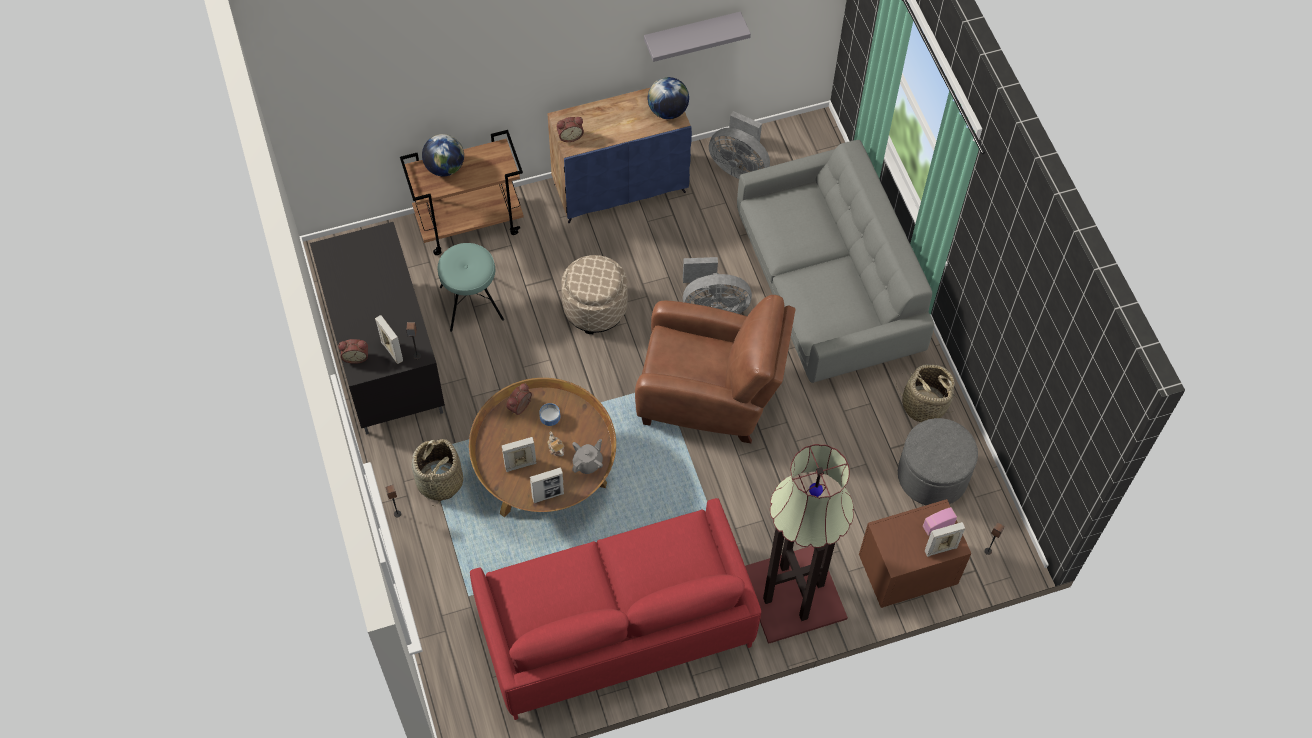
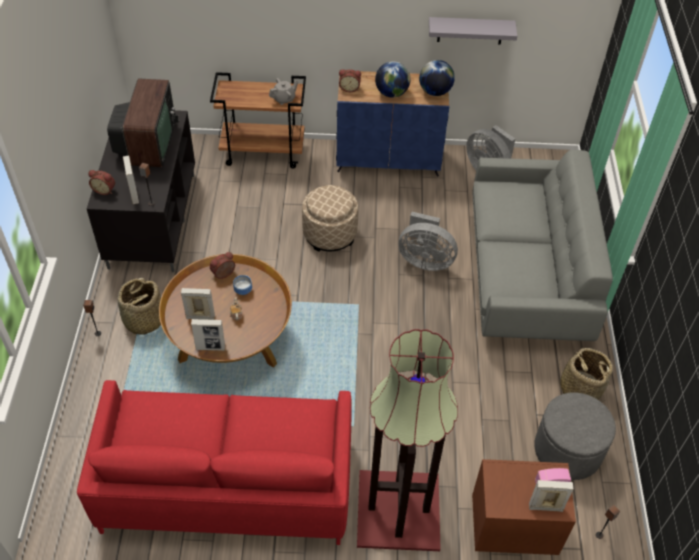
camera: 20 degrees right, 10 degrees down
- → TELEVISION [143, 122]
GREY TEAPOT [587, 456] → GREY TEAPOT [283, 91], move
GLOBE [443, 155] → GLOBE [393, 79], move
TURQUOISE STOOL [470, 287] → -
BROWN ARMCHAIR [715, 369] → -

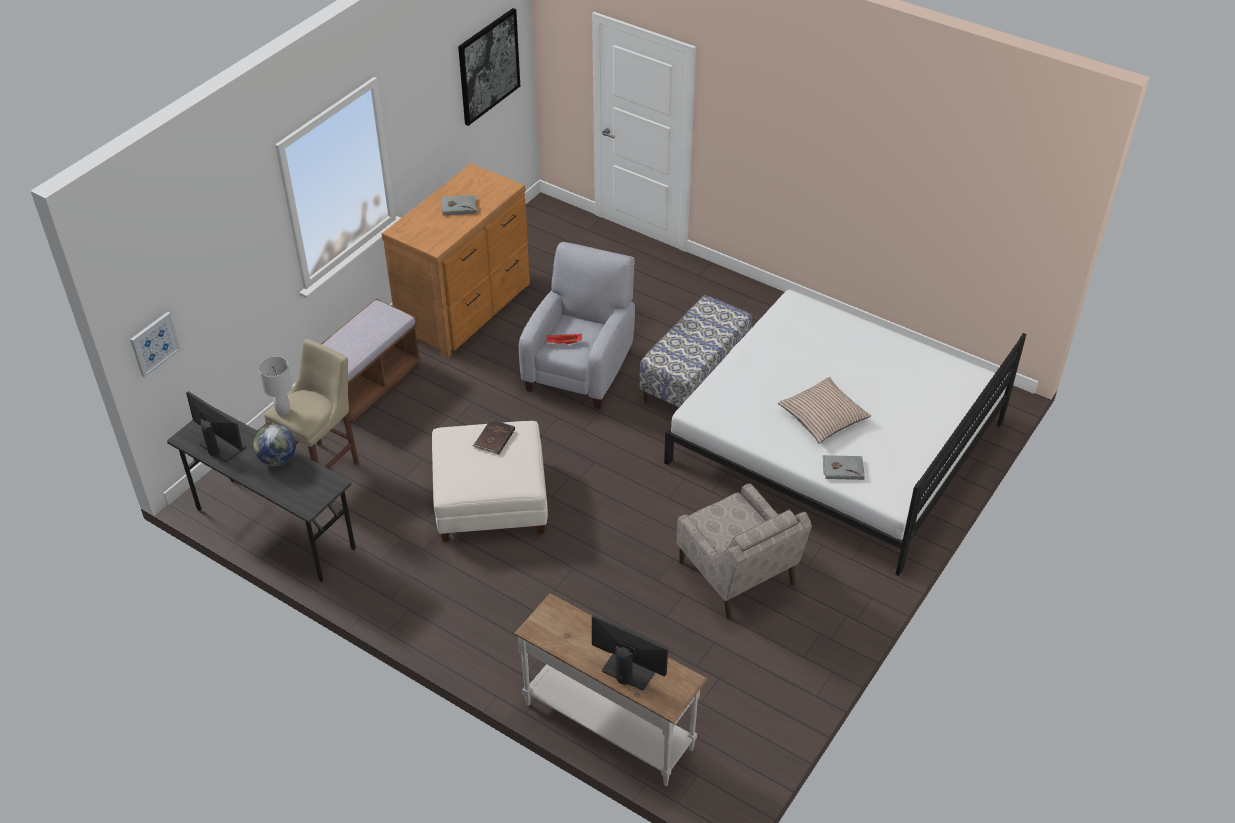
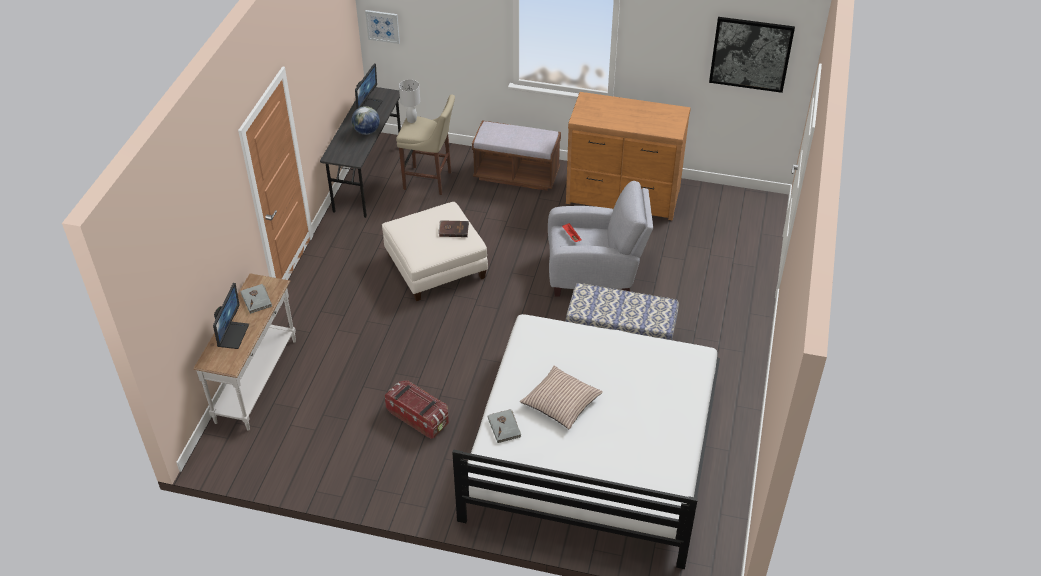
camera: 70 degrees right, 0 degrees up
GREY BOOK [459, 205] → GREY BOOK [256, 299], move
BEIGE ARMCHAIR [744, 551] → STORAGE BOX [417, 410]

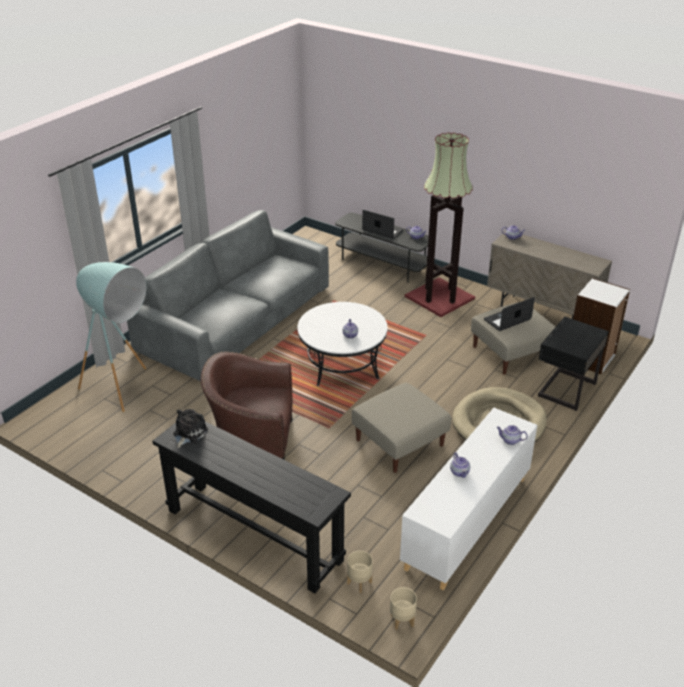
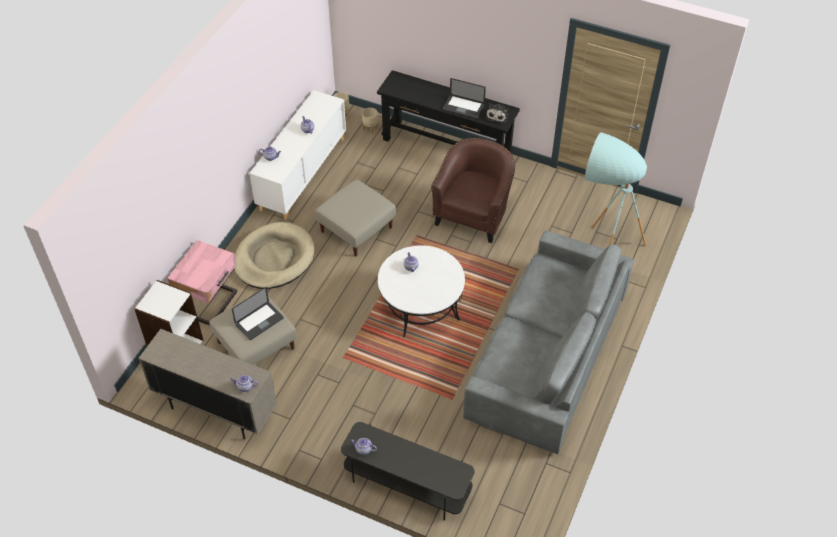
camera: 170 degrees right, 15 degrees up
BLACK NIGHTSTAND [573, 364] → PINK NIGHTSTAND [202, 283]
BROWN ARMCHAIR [247, 405] → BROWN ARMCHAIR [473, 190], 60 degrees counterclockwise
LAPTOP [382, 224] → LAPTOP [464, 98], move
FLOOR LAMP [440, 224] → -

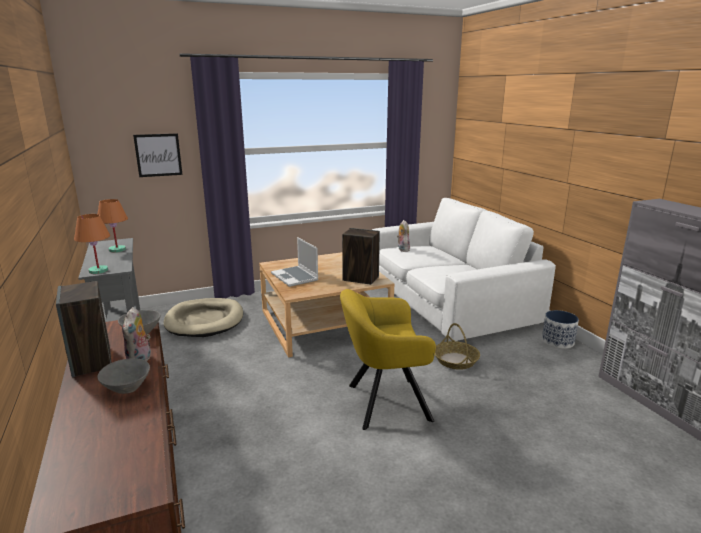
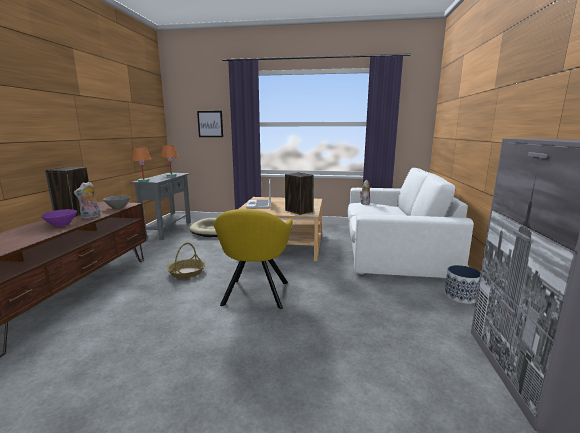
camera: 30 degrees right, 5 degrees down
GREY BOWL [124, 376] → PURPLE BOWL [59, 218]
BASKET [457, 346] → BASKET [186, 261], move
YELLOW ARMCHAIR [388, 359] → YELLOW ARMCHAIR [253, 259], 105 degrees counterclockwise

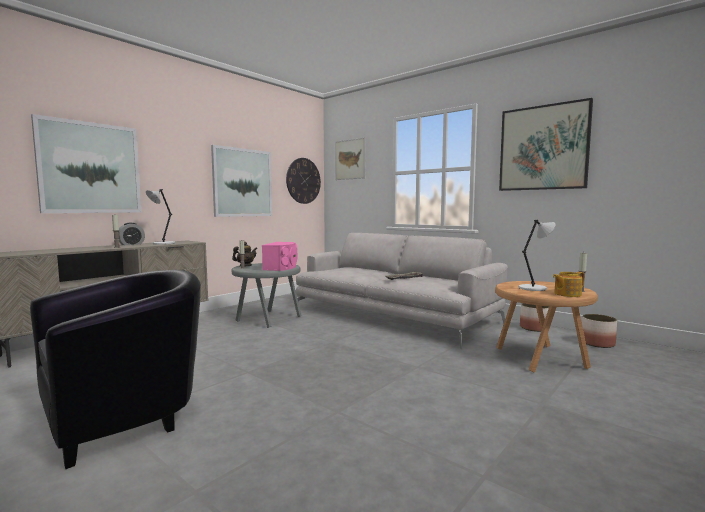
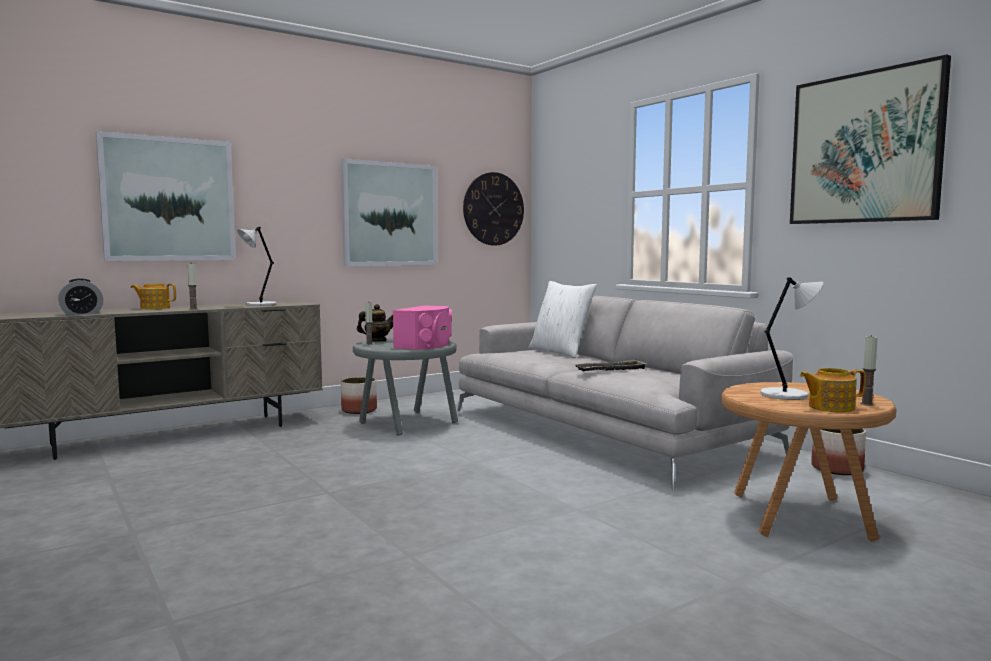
camera: 15 degrees right, 0 degrees up
ALARM CLOCK [132, 234] → ALARM CLOCK [80, 296], move
- → TEAPOT [153, 296]
PLANTER [599, 331] → PLANTER [359, 395], move
- → WHITE PILLOW [563, 319]
BLACK ARMCHAIR [115, 369] → -
PICTURE [350, 158] → -

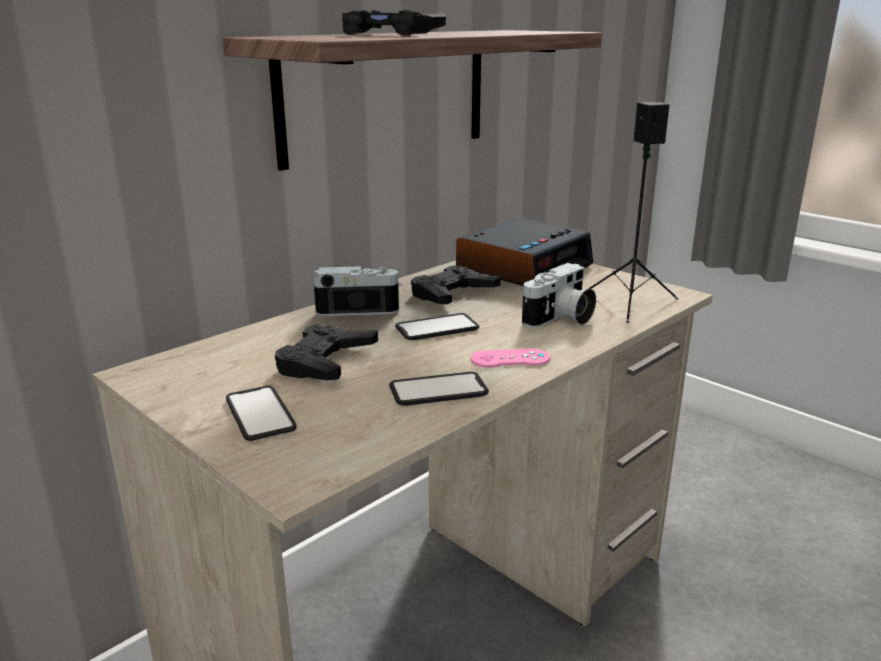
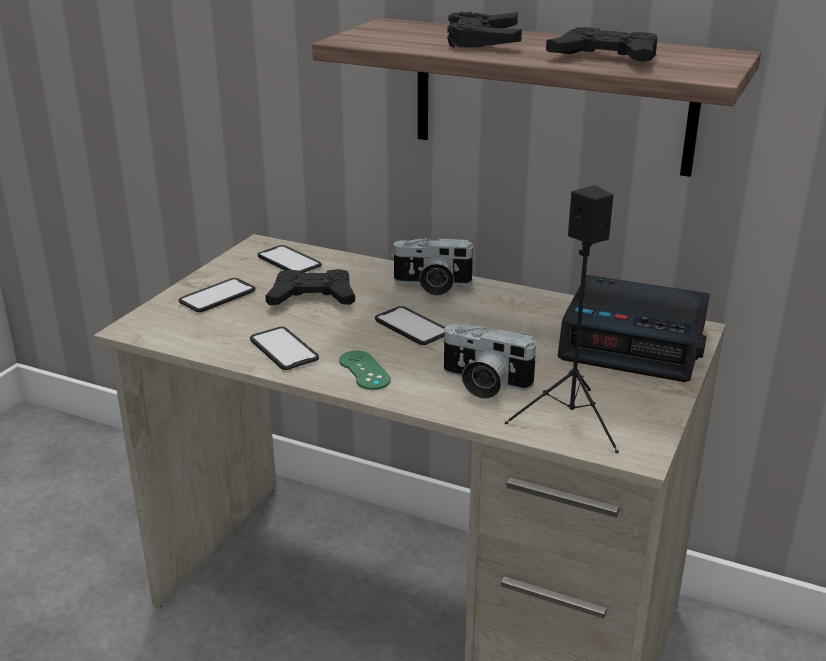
camera: 70 degrees right, 5 degrees up
- → PHONE [289, 259]
PINK GAME CONTROLLER [510, 358] → GREEN GAME CONTROLLER [365, 370]
PHOTO CAMERA [356, 291] → PHOTO CAMERA [433, 267], 120 degrees clockwise
BLACK GAME CONTROLLER [456, 284] → BLACK GAME CONTROLLER [602, 44], move

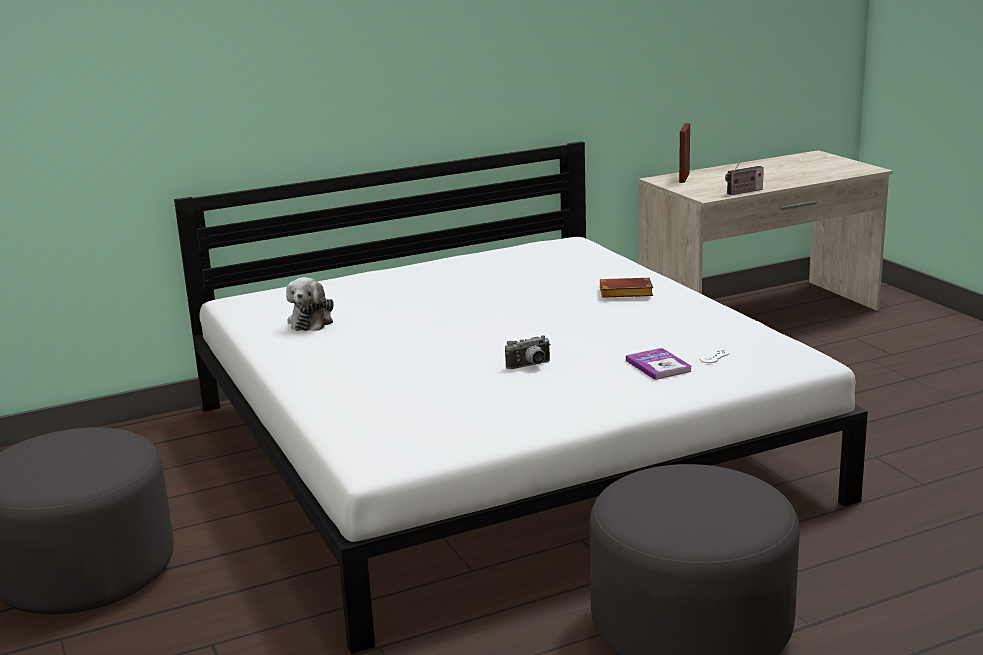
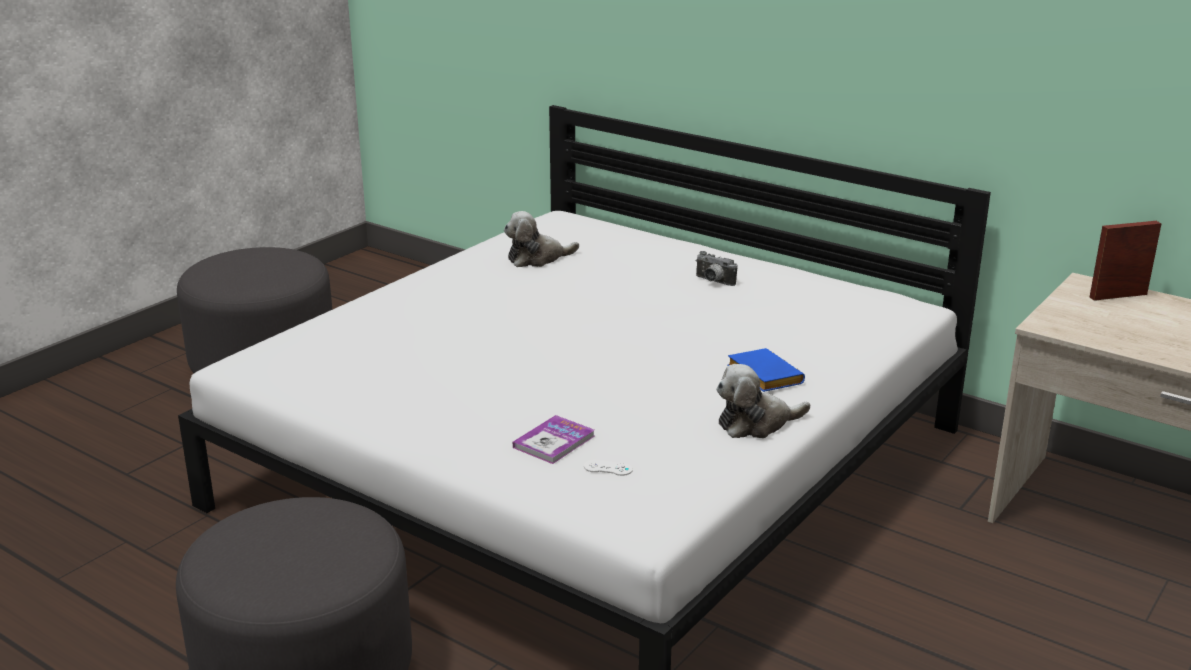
camera: 60 degrees right, 5 degrees up
PHOTO CAMERA [528, 352] → PHOTO CAMERA [717, 268], move
- → PLUSH TOY [763, 401]
BROWN BOOK [626, 288] → BLUE BOOK [766, 370]
RADIO [744, 176] → -

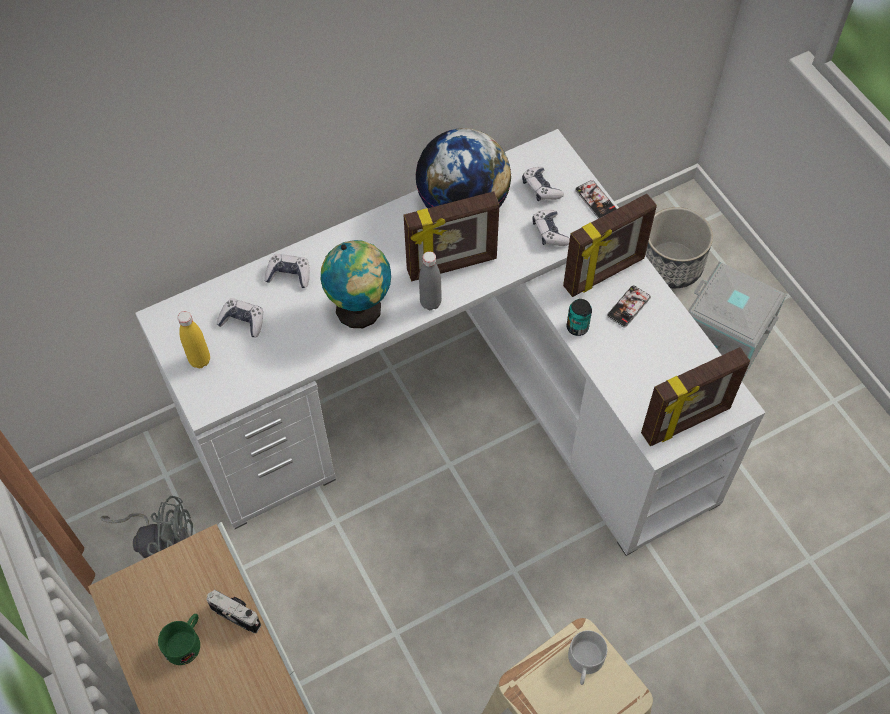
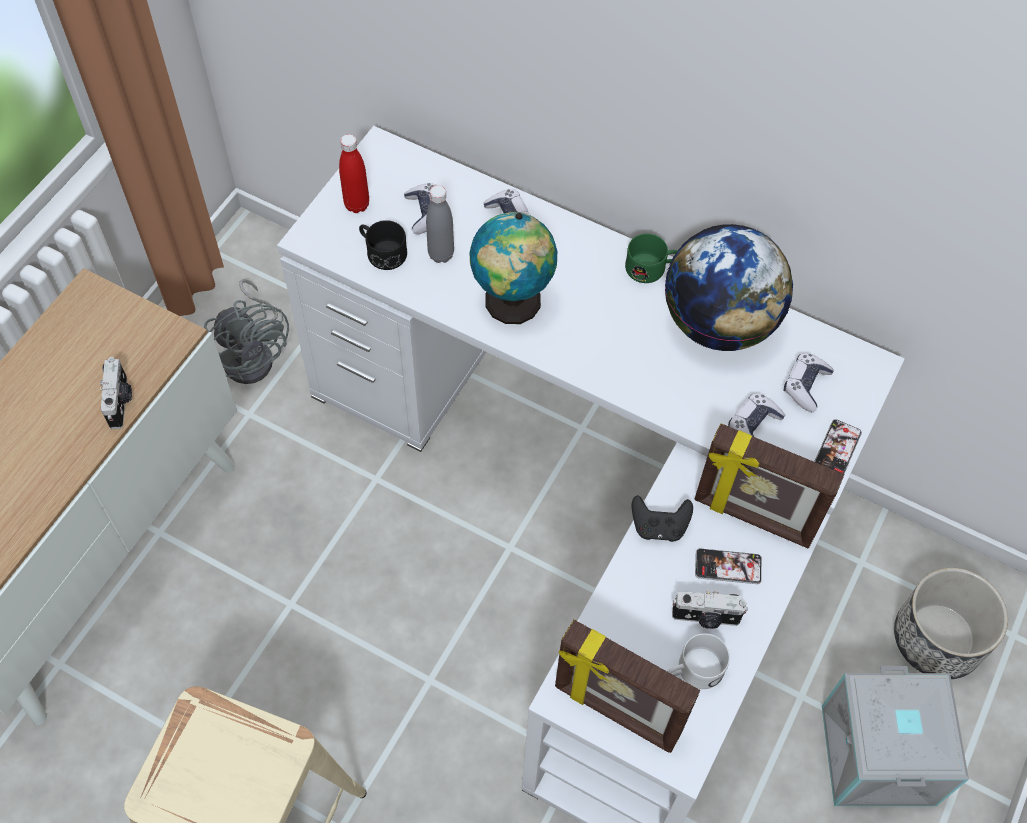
camera: 55 degrees right, 0 degrees up
YELLOW BOTTLE [193, 339] → RED BOTTLE [354, 173]
- → BLACK MUG [383, 245]
GREY BOTTLE [430, 280] → GREY BOTTLE [440, 224], move
GREEN MUG [179, 639] → GREEN MUG [651, 258], move
CAN [579, 317] → BLACK GAME CONTROLLER [662, 518]
WHITE MUG [587, 657] → WHITE MUG [698, 661], move
- → PHOTO CAMERA [710, 610]
PICTURE FRAME [452, 236] → -

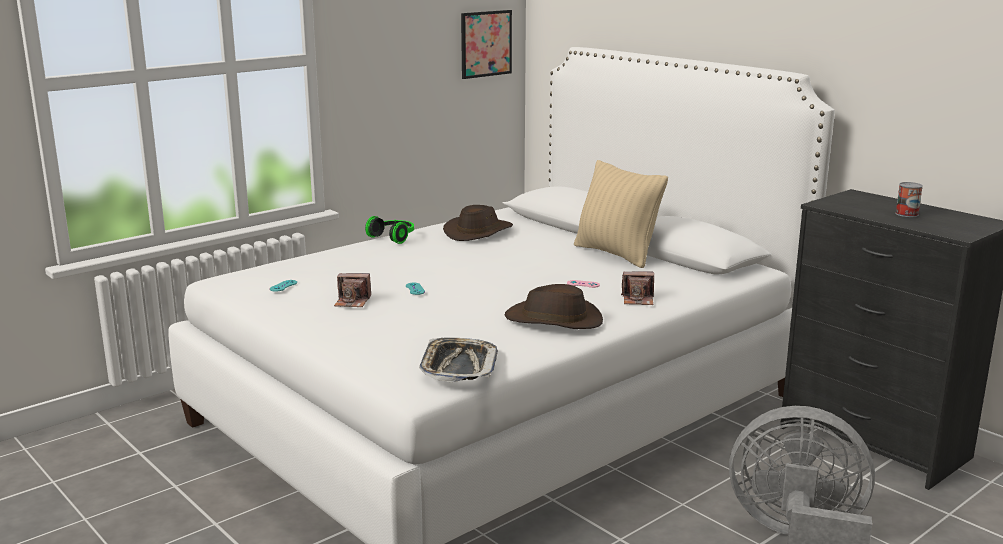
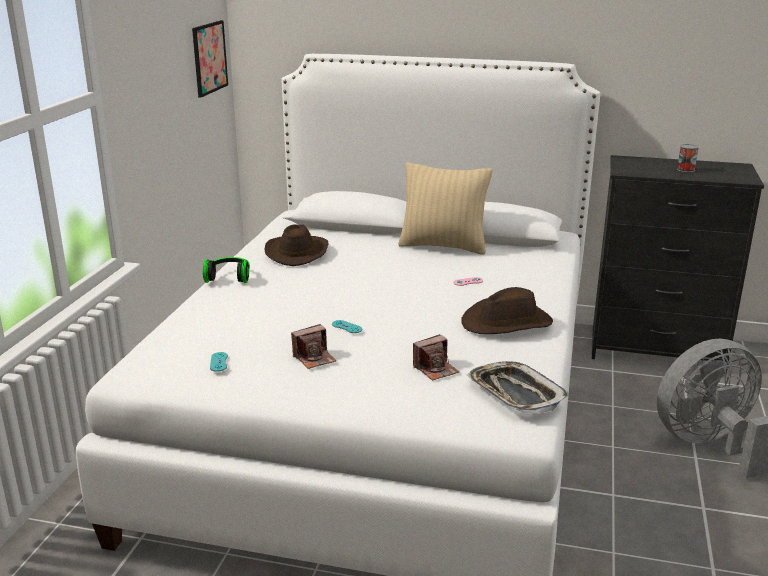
camera: 35 degrees left, 5 degrees up
PHOTO CAMERA [637, 288] → PHOTO CAMERA [436, 357], move

